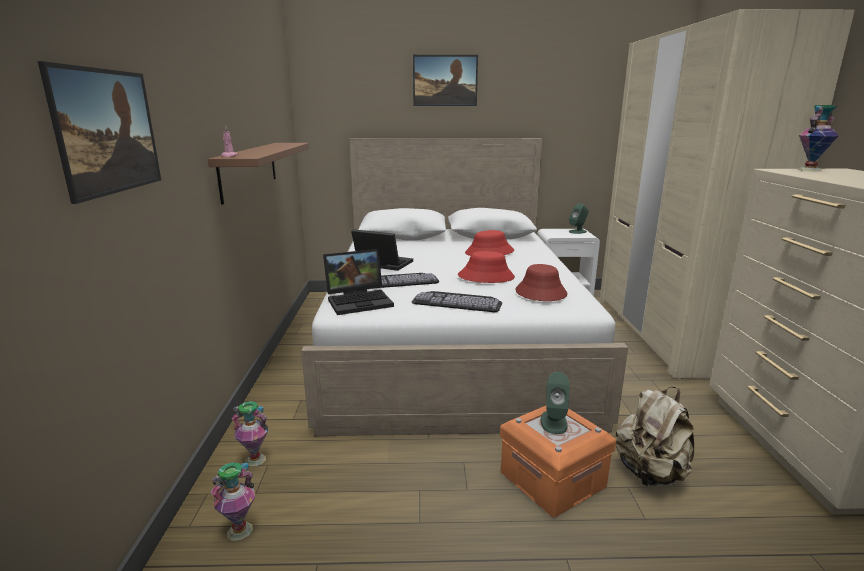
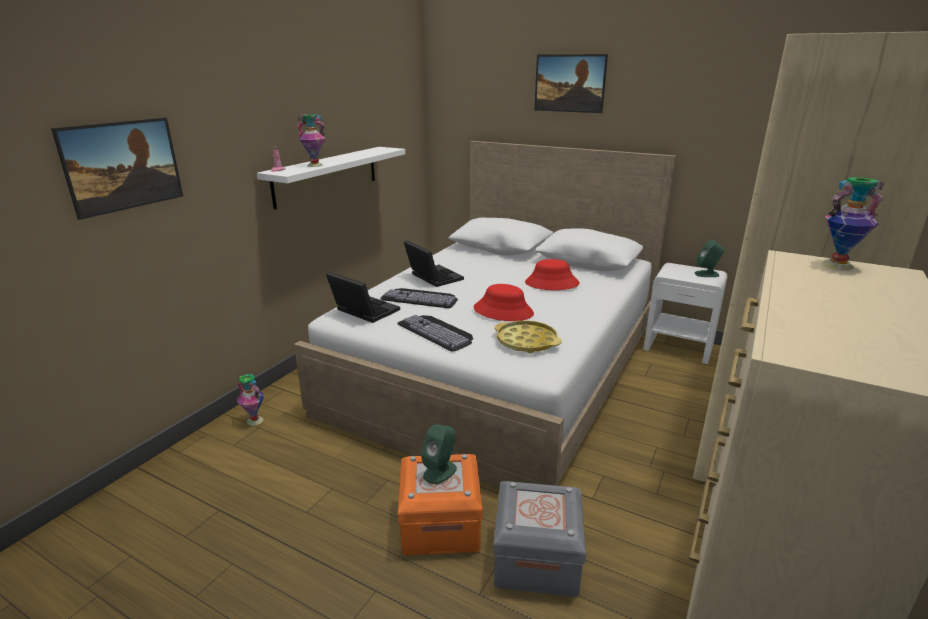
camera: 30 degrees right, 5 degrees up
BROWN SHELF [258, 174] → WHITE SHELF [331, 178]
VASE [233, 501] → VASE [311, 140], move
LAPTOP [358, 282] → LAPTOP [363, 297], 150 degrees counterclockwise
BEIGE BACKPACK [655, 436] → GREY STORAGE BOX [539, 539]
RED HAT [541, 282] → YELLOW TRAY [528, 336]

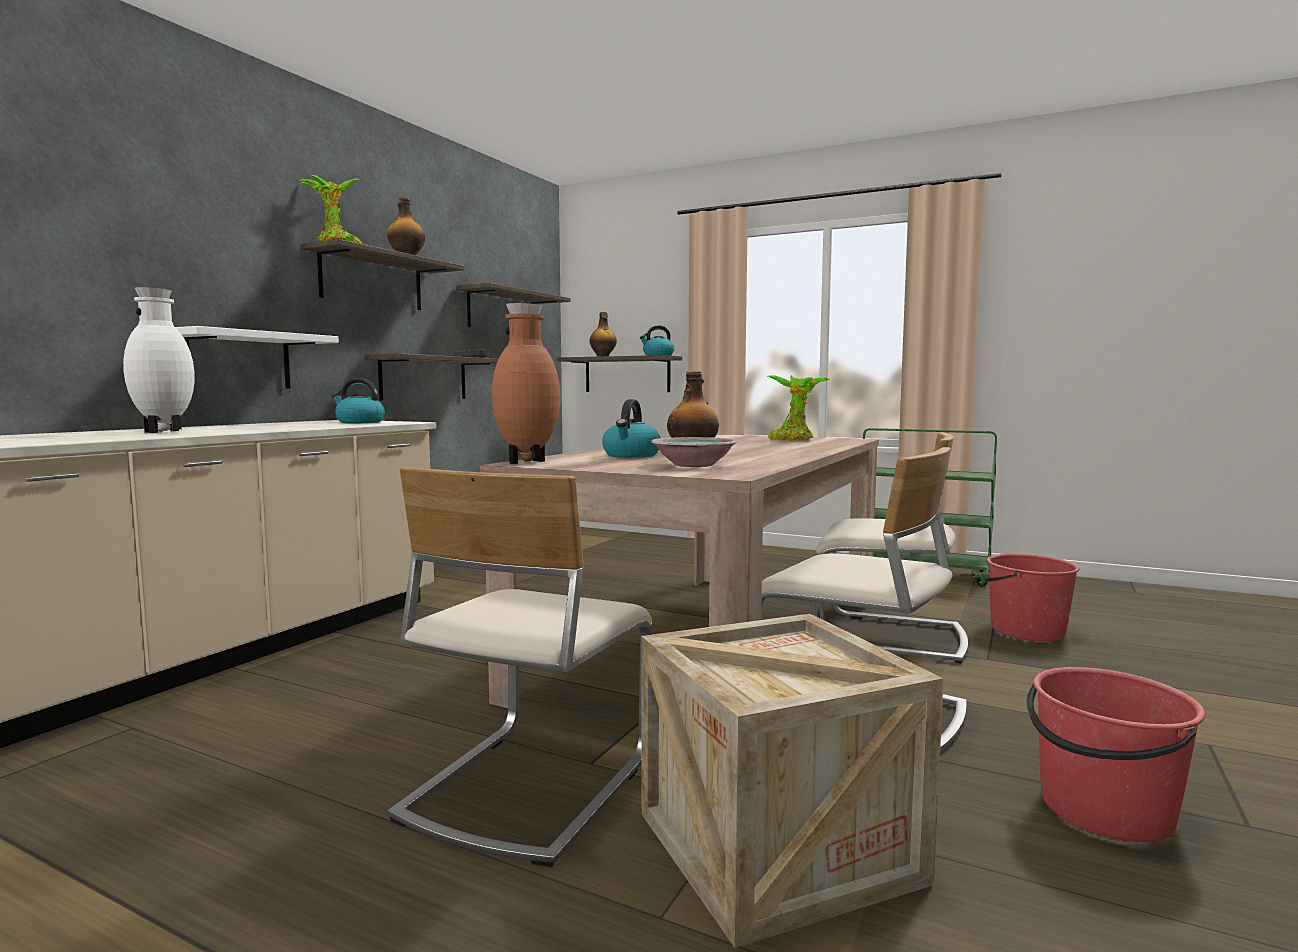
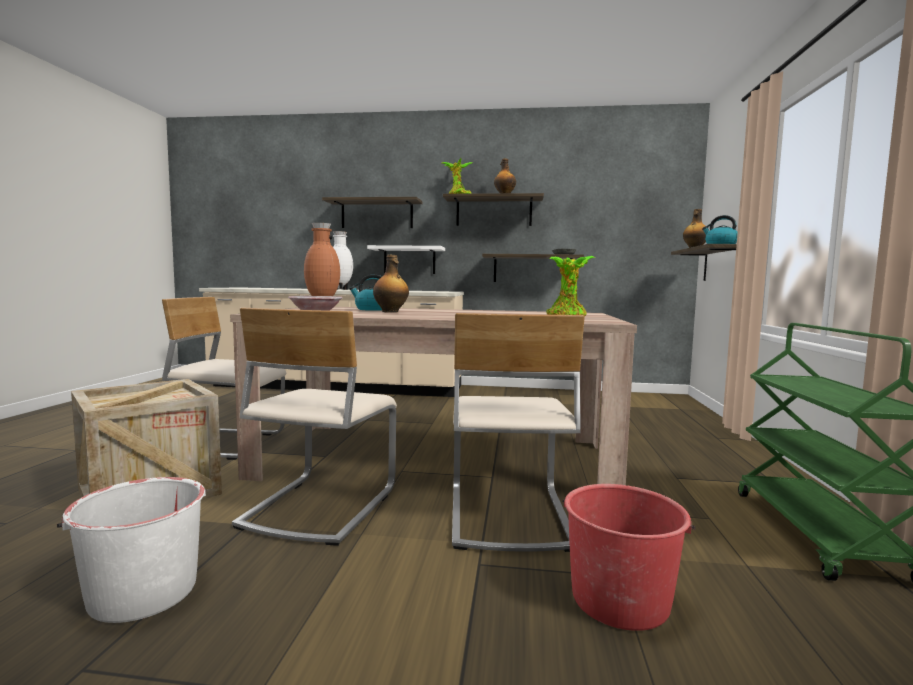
camera: 70 degrees right, 0 degrees up
RED BUCKET [1116, 754] → WHITE BUCKET [132, 550]
SHELF [514, 305] → SHELF [372, 212], move
KETTLE [358, 400] → -

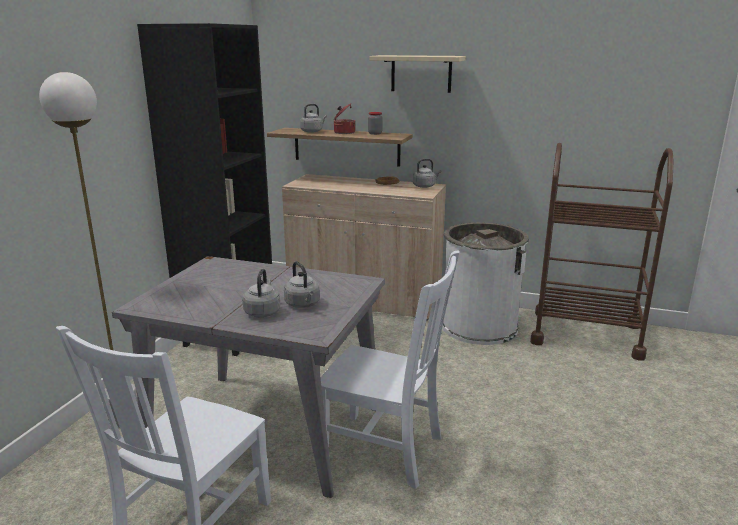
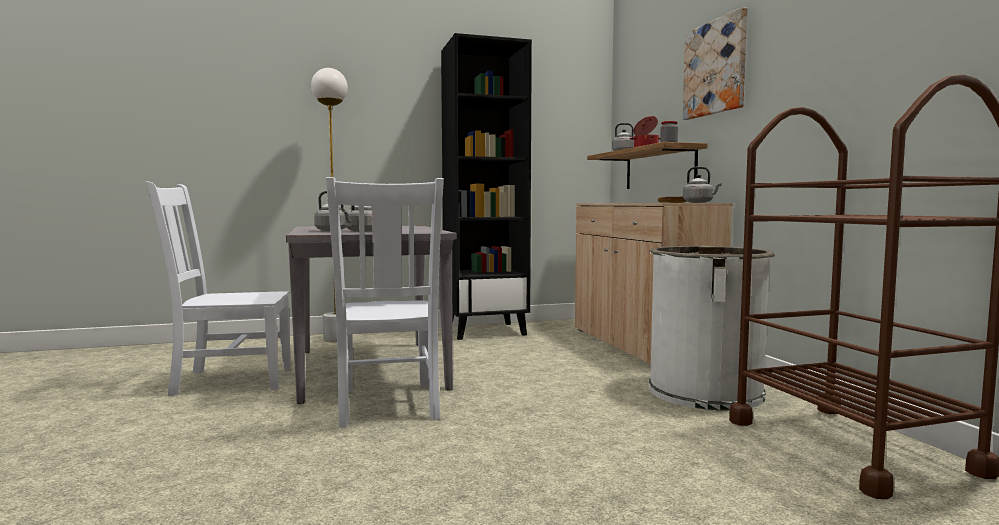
camera: 55 degrees right, 15 degrees down
BEIGE SHELF [417, 74] → PICTURE [715, 63]

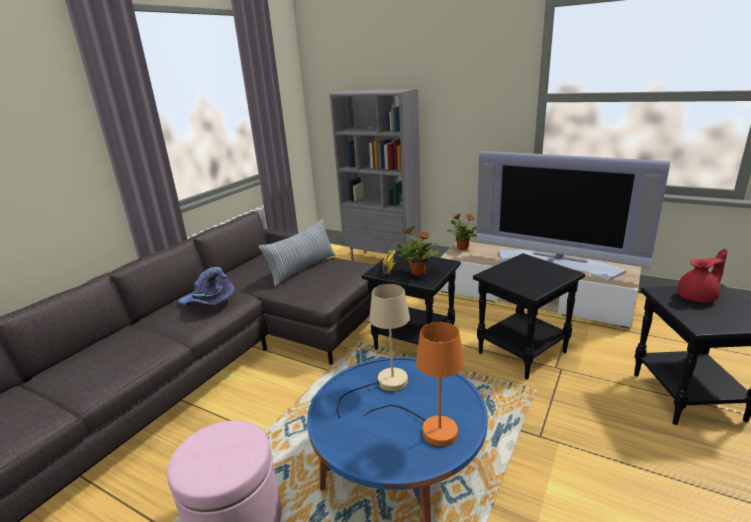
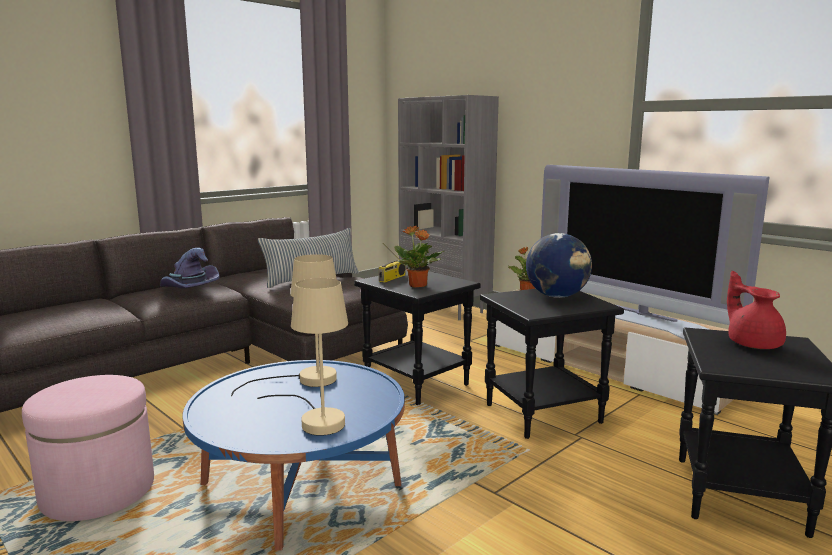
camera: 15 degrees right, 10 degrees down
ORANGE TABLE LAMP [414, 384] → BEIGE TABLE LAMP [302, 357]
- → GLOBE [559, 265]
RED TEAPOT [702, 276] → RED TEAPOT [756, 310], 105 degrees counterclockwise

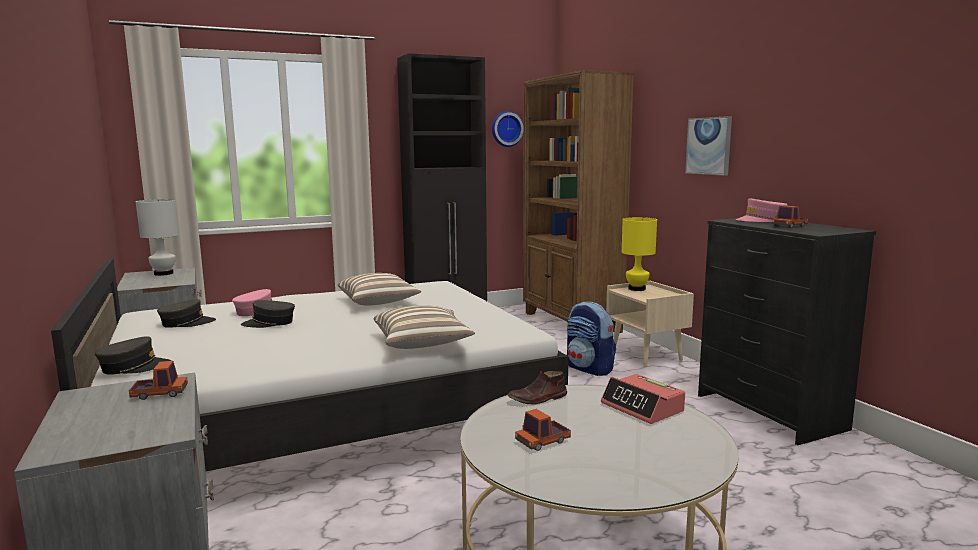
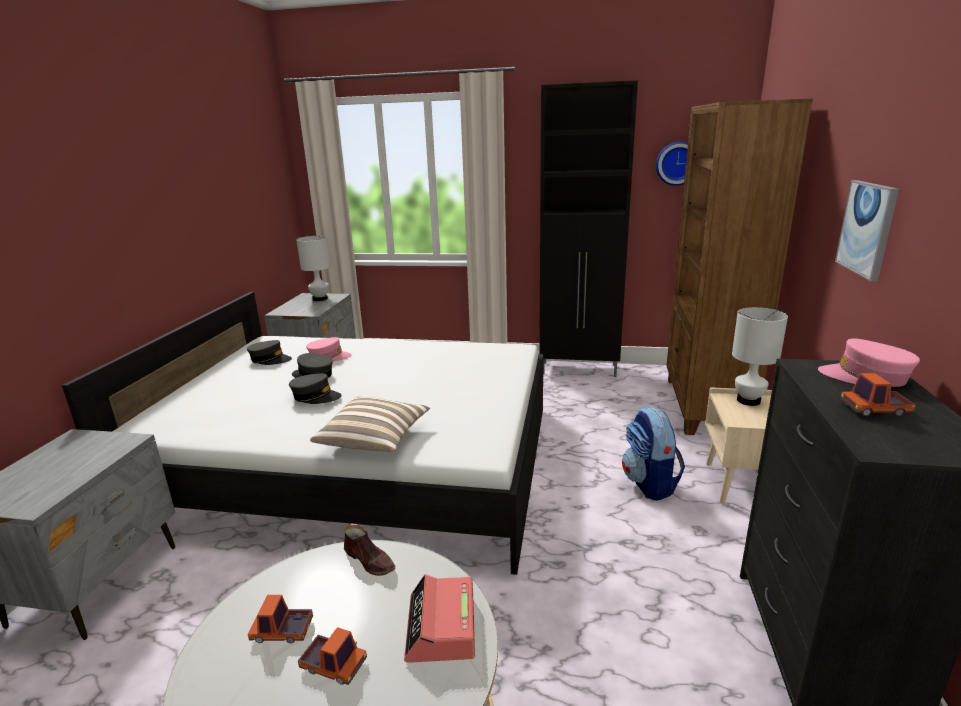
camera: 35 degrees right, 10 degrees up
GREY CAP [133, 355] → GREY CAP [315, 388], move
TOY TRUCK [158, 380] → TOY TRUCK [332, 656], move
BROWN SHOE [537, 387] → BROWN SHOE [369, 550], 150 degrees counterclockwise
YELLOW TABLE LAMP [639, 254] → WHITE TABLE LAMP [760, 356]
PILLOW [379, 289] → -

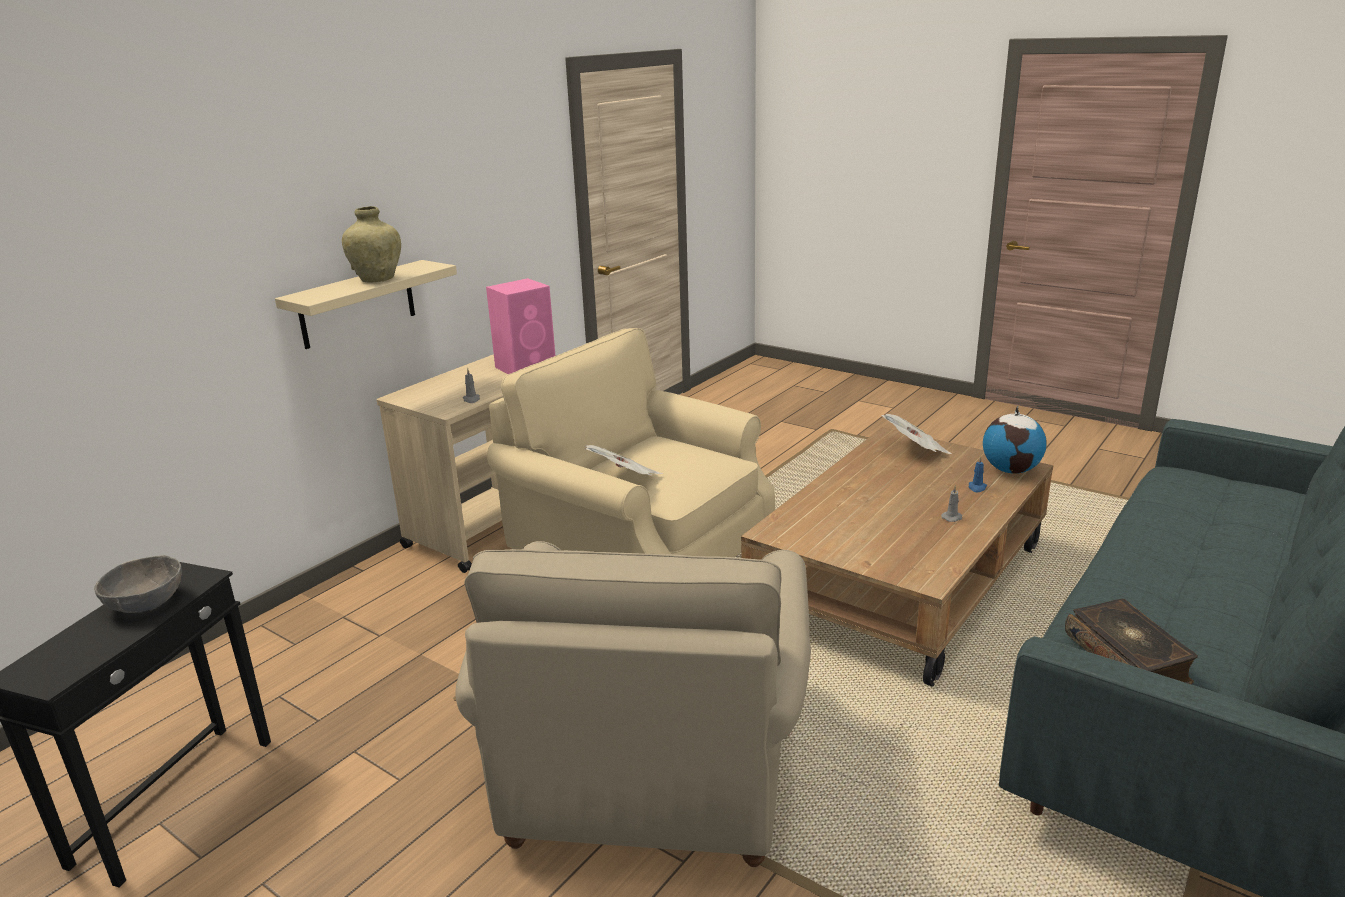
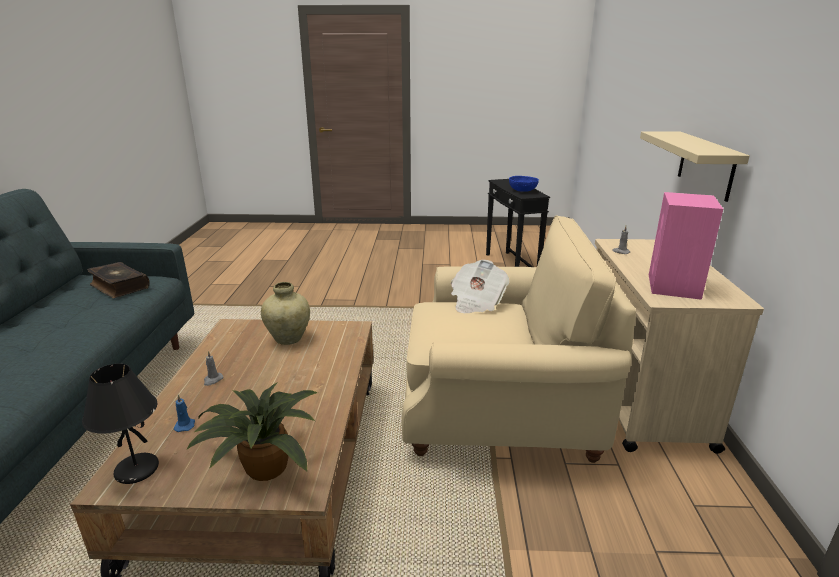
camera: 145 degrees right, 0 degrees up
GLOBE [1015, 440] → BLACK TABLE LAMP [120, 423]
NEWSPAPER [916, 434] → POTTED PLANT [252, 431]
BEIGE VASE [371, 244] → BEIGE VASE [285, 313], move
GREY BOWL [138, 584] → BLUE BOWL [524, 184]
BEIGE ARMCHAIR [633, 704] → -

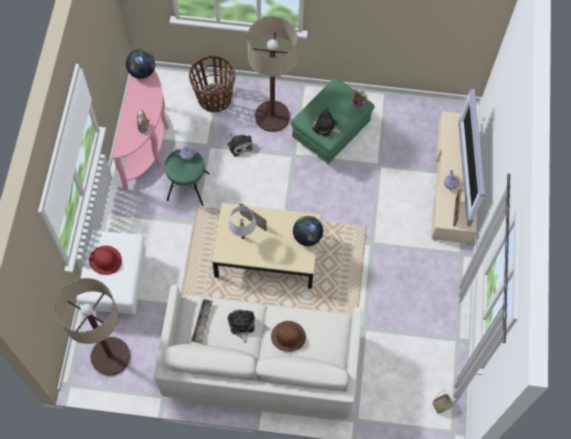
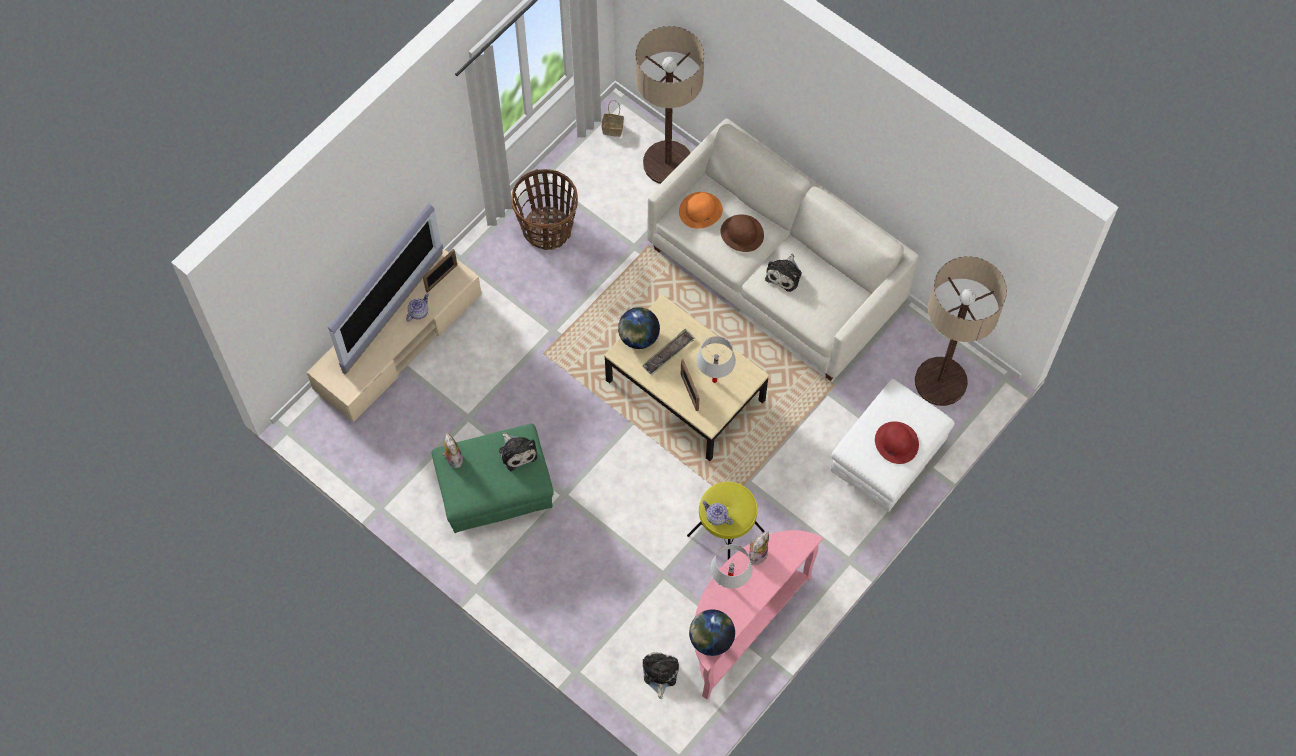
camera: 145 degrees left, 0 degrees up
BASKET [212, 83] → BASKET [544, 209], move
FLOOR LAMP [272, 74] → FLOOR LAMP [670, 105], move
TRAY [202, 321] → TRAY [668, 352], move
PLUSH TOY [240, 145] → PLUSH TOY [661, 675], move
- → ORANGE HAT [701, 210]
GREEN STOOL [187, 177] → YELLOW STOOL [726, 520]
- → WHITE TABLE LAMP [731, 566]

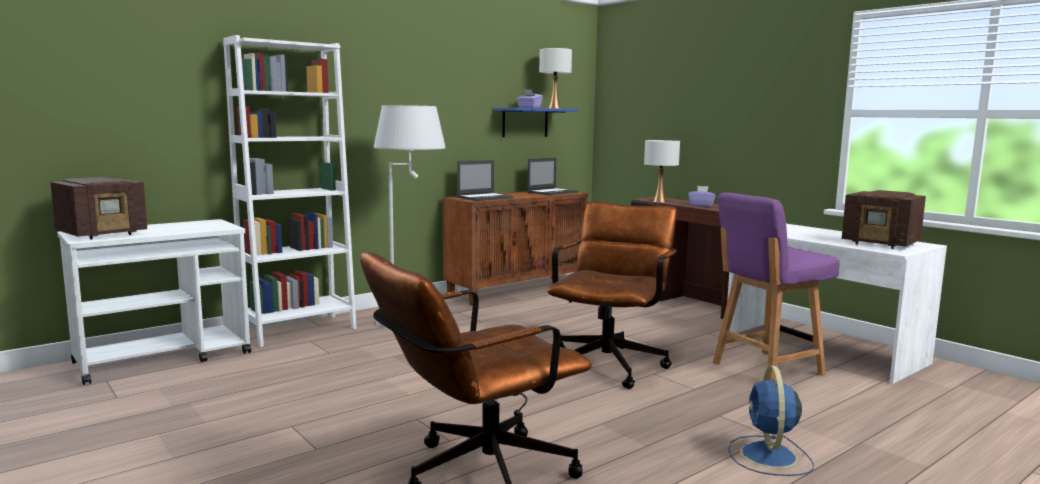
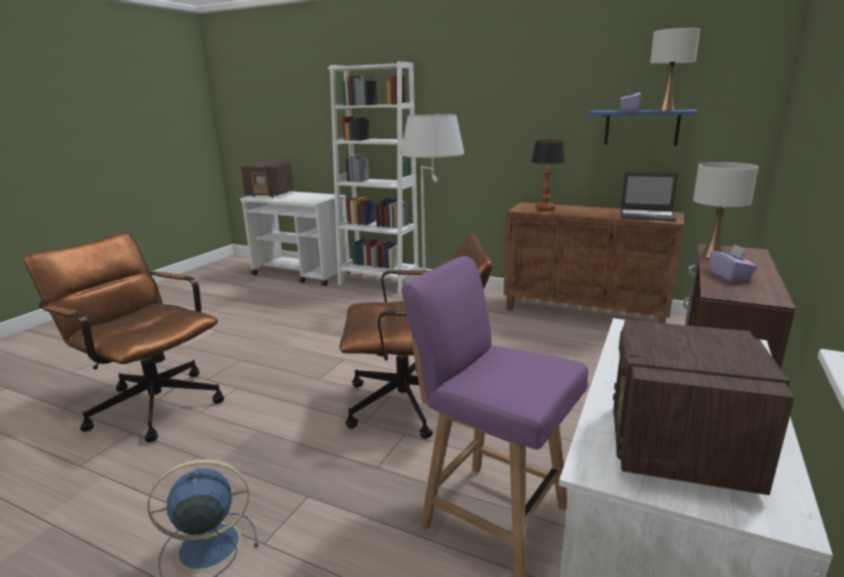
camera: 65 degrees right, 10 degrees up
LAPTOP [485, 180] → TABLE LAMP [548, 175]

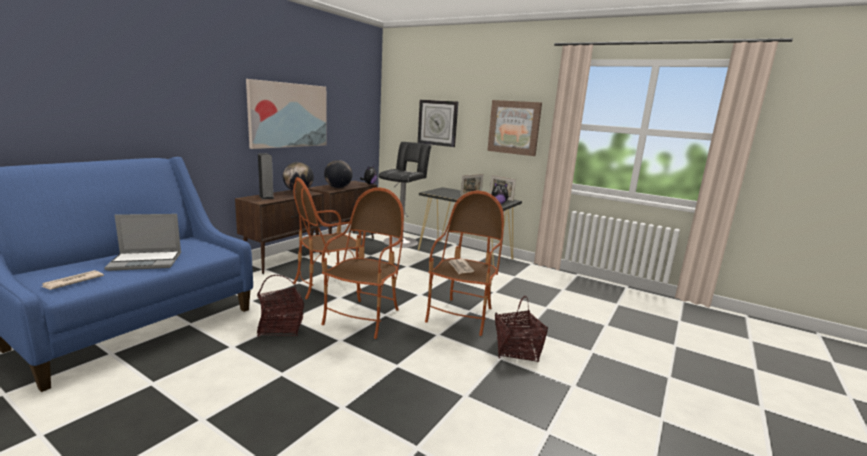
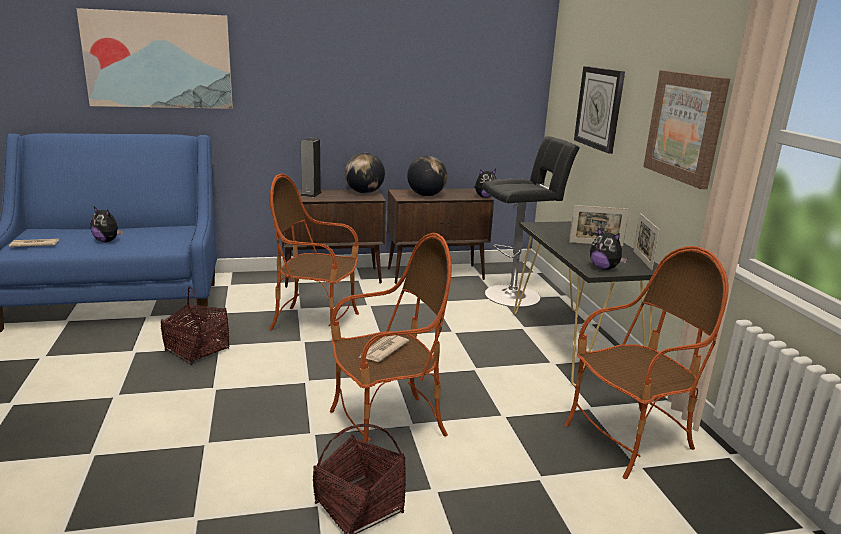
camera: 45 degrees right, 5 degrees up
PICTURE [286, 114] → PICTURE [155, 58], move
LAPTOP [142, 242] → PLUSH TOY [106, 224]
ARMCHAIR [362, 263] → ARMCHAIR [647, 362], move

